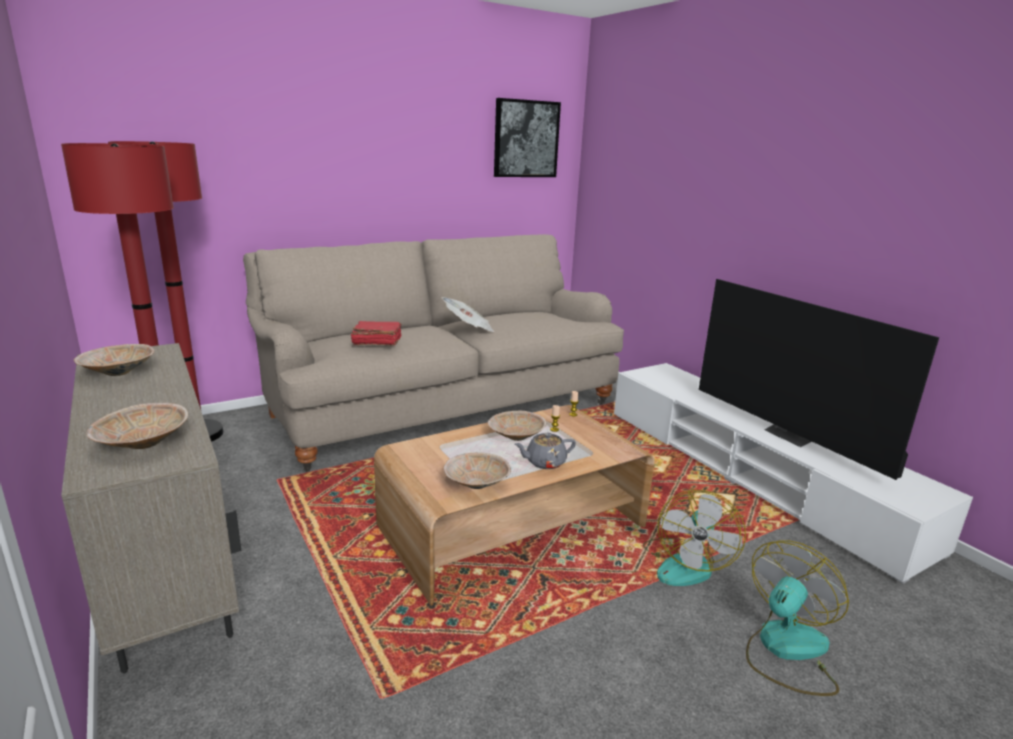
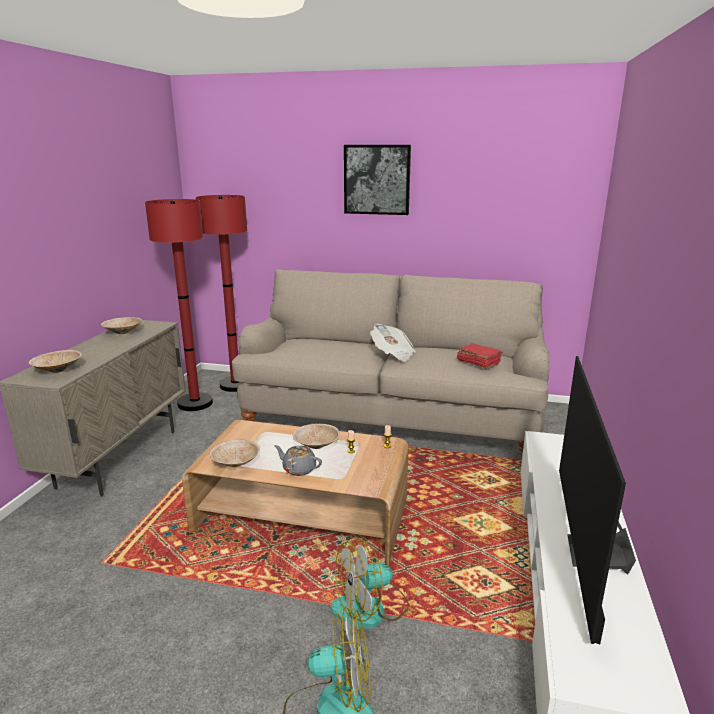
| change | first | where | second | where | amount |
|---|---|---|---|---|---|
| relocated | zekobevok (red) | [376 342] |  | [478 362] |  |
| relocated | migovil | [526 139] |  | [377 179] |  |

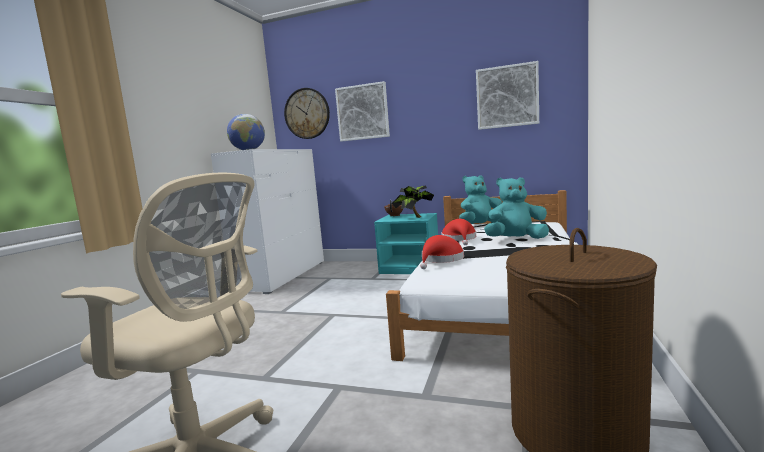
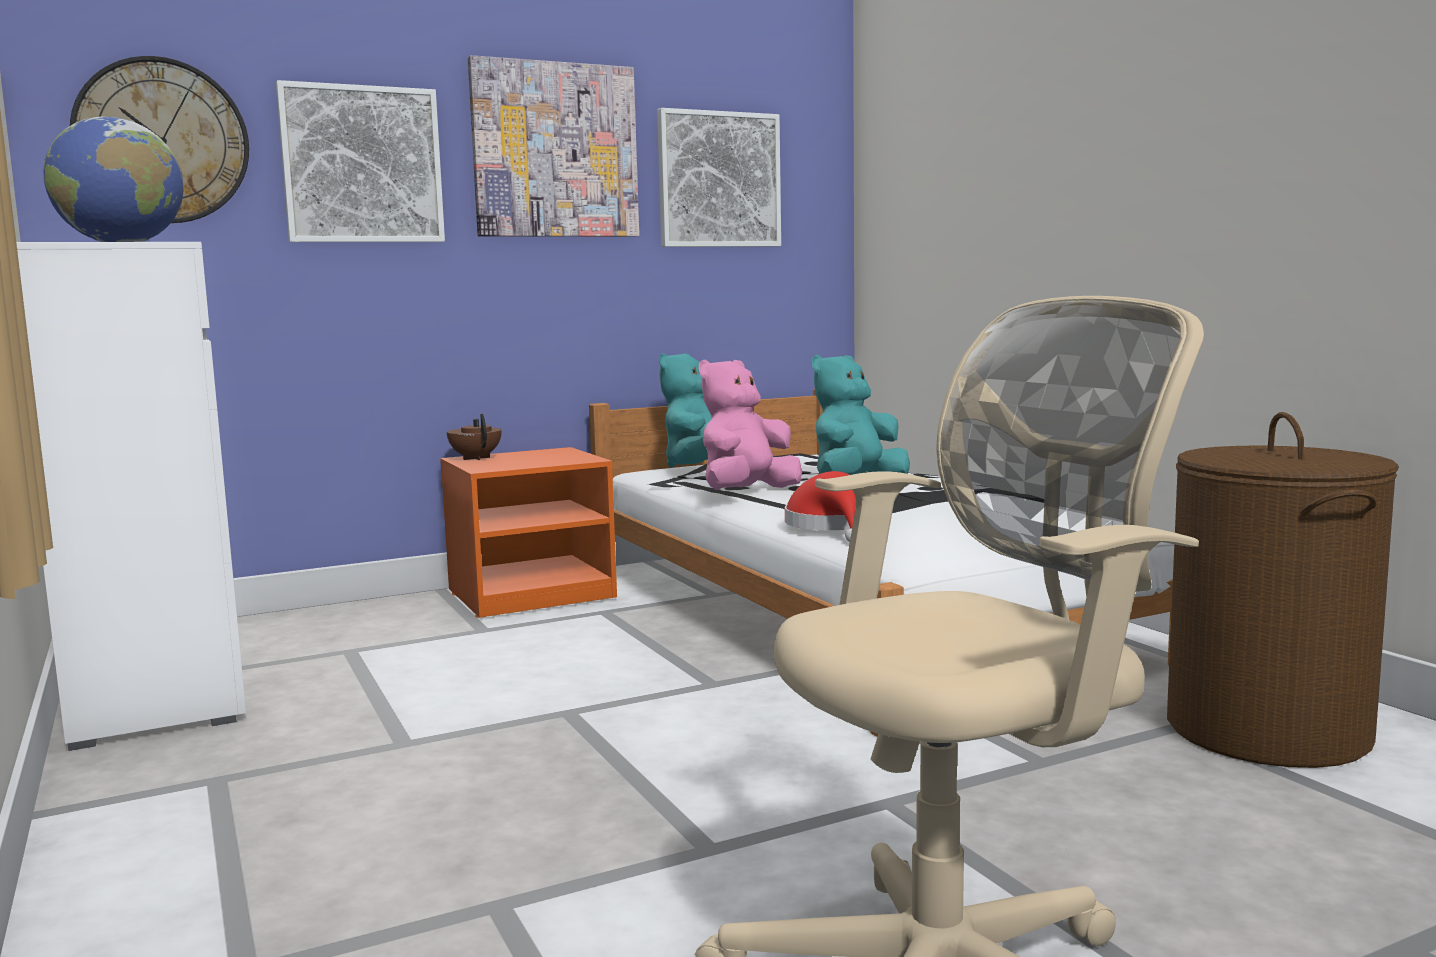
| change | first | where | second | where | amount |
|---|---|---|---|---|---|
| missing | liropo | [414 217] |  |  |  |
| appeared |  |  | migovil | [555 150] |  |
| exchanged | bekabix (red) | [459 239] | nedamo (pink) | [746 493] |  |
| colour | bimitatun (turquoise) | [411 268] | bimitatun (orange) | [532 594] |  |

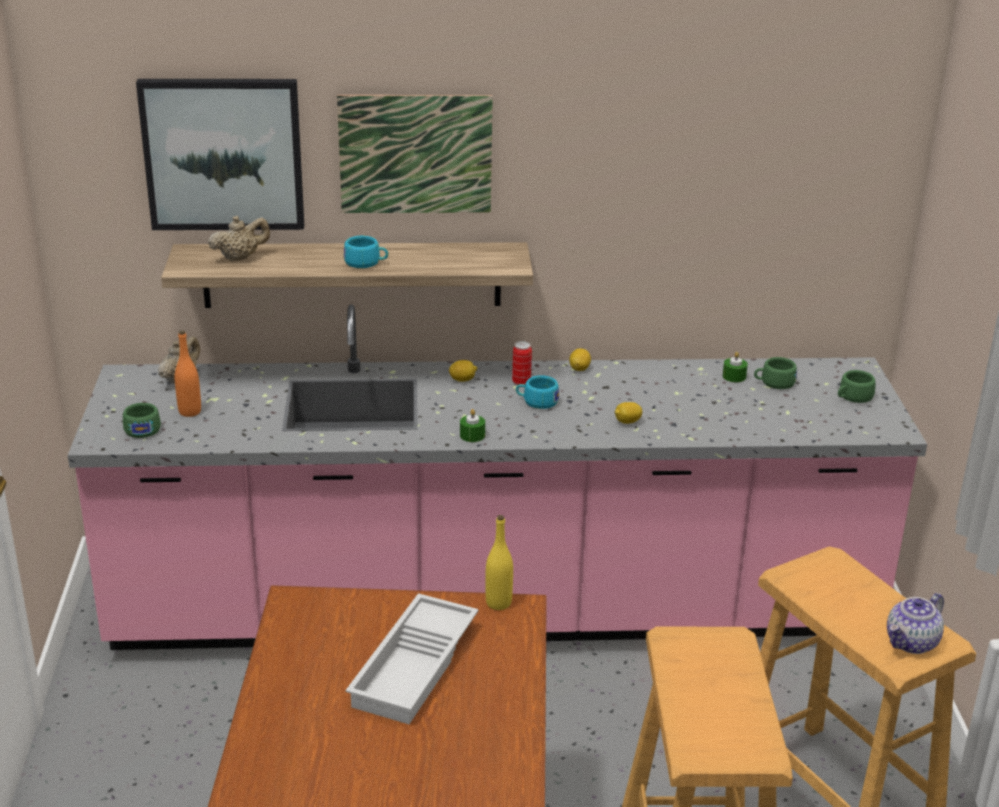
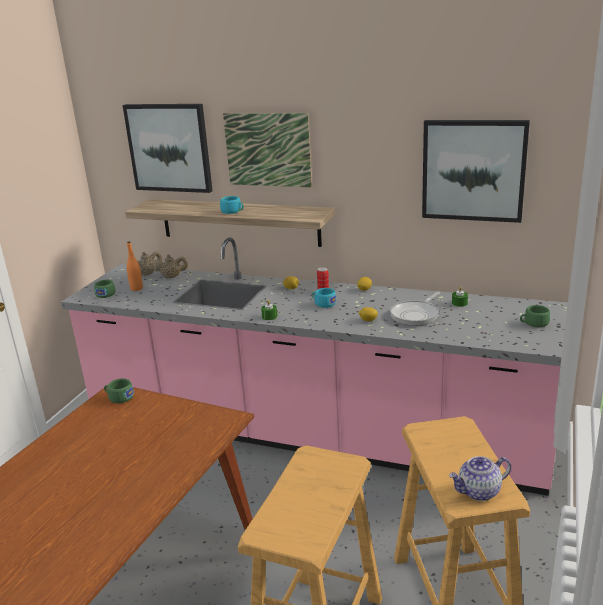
| change | first | where | second | where | amount |
|---|---|---|---|---|---|
| missing | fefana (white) | [416 667] |  |  |  |
| missing | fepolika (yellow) | [498 603] |  |  |  |
| appeared |  |  | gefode | [416 315] |  |
| appeared |  |  | migovil | [473 170] |  |
| relocated | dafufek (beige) | [240 258] |  | [172 277] |  |
| relocated | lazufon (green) | [774 383] |  | [119 397] |  |

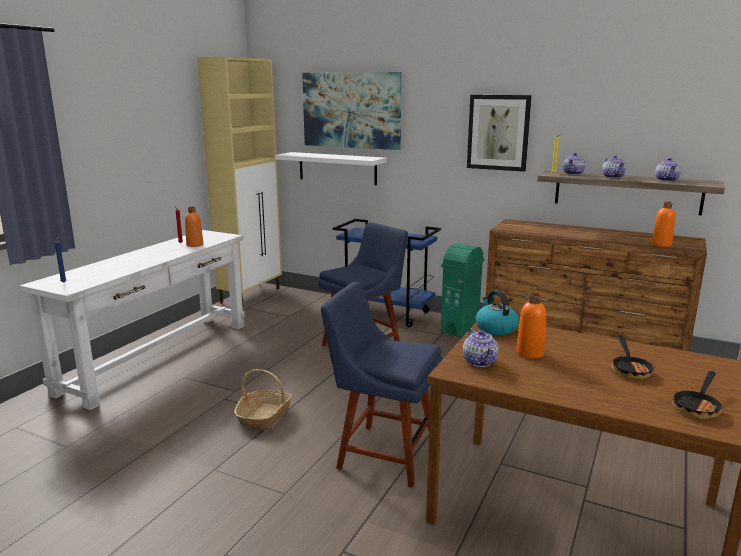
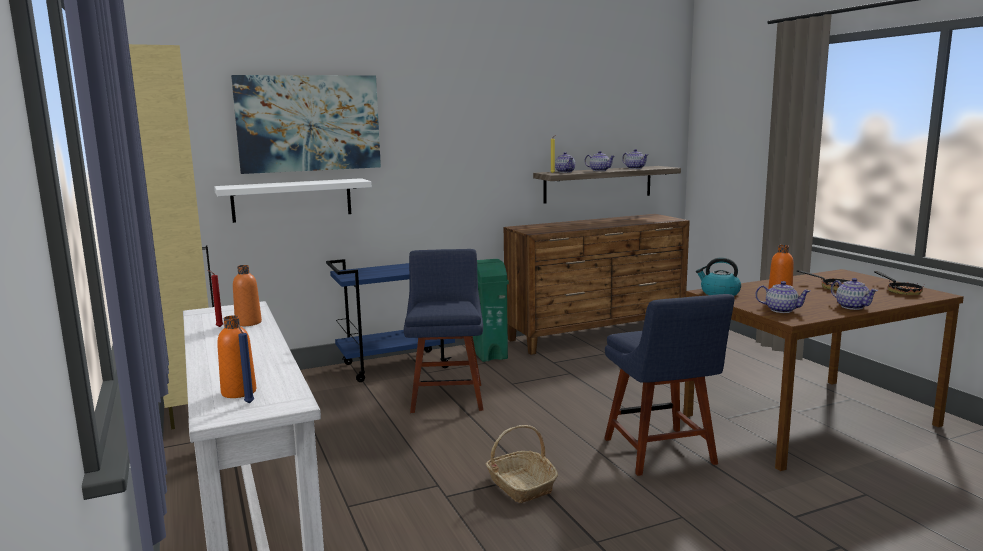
| change | first | where | second | where | amount |
|---|---|---|---|---|---|
| missing | migovil | [498 132] |  |  |  |
| appeared |  |  | dafufek | [851 306] |  |
| relocated | fepolika (orange) | [661 244] |  | [239 392] |  |
| spun | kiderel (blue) | [382 453] |  | [661 454] | 75 degrees counterclockwise |

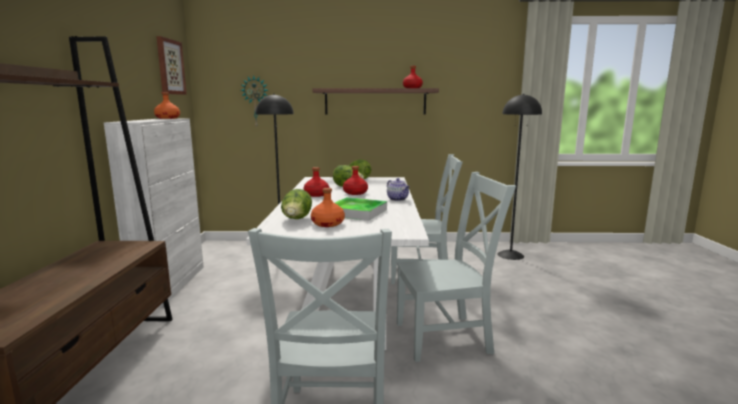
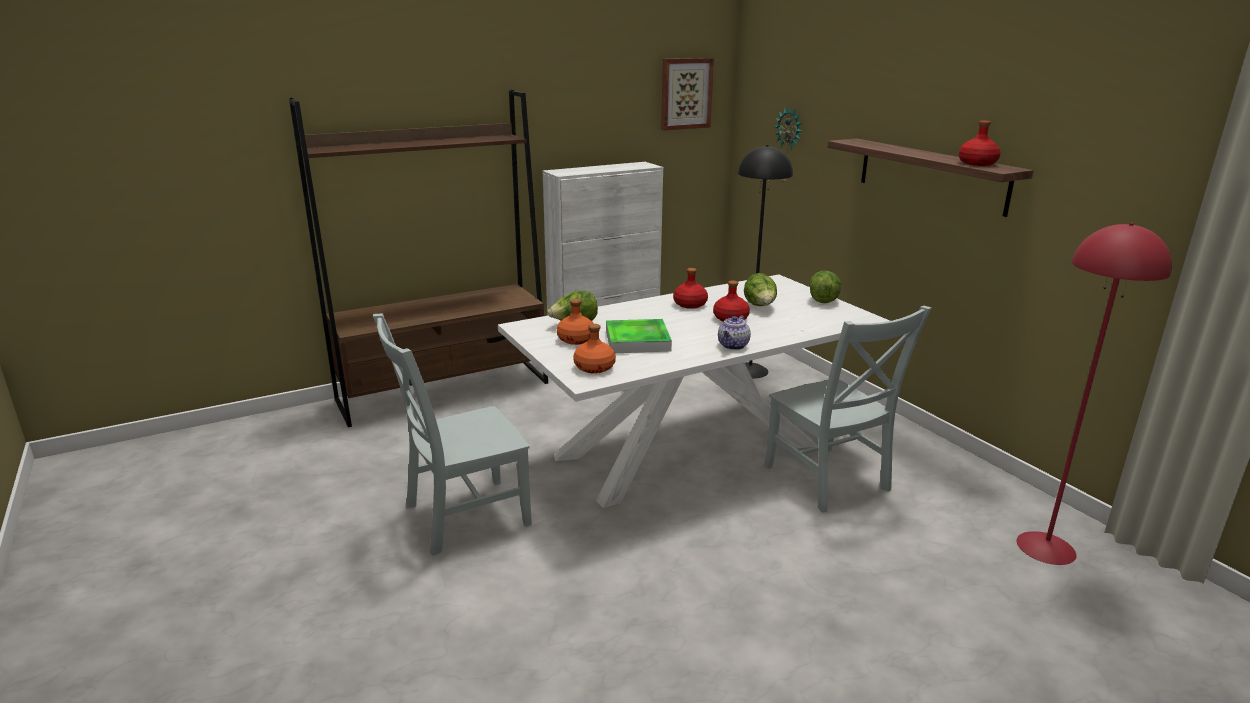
| change | first | where | second | where | amount |
|---|---|---|---|---|---|
| missing | kiderel (grey) | [447 337] |  |  |  |
| relocated | fepolika (orange) | [168 118] |  | [594 368] |  |
| colour | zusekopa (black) | [510 255] | zusekopa (red) | [1046 547] |  |

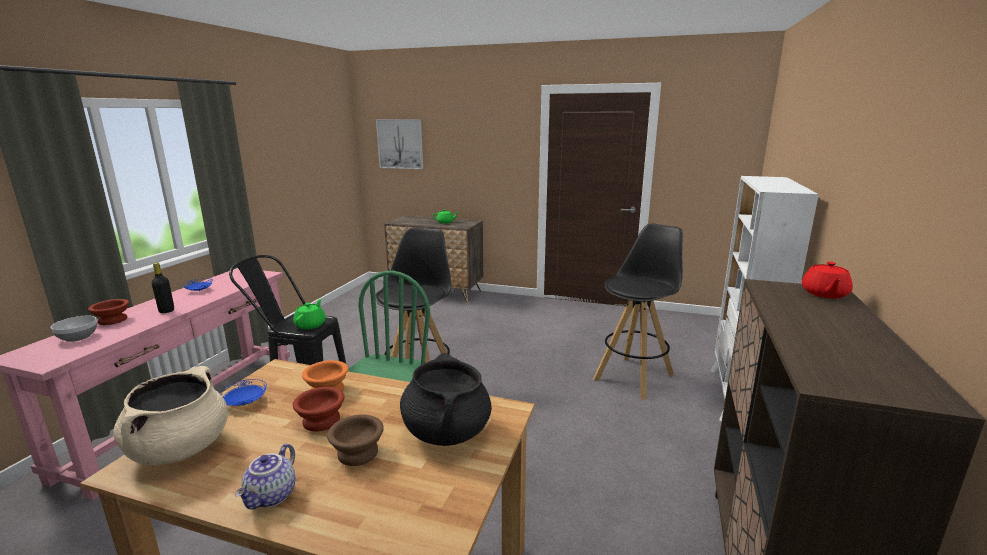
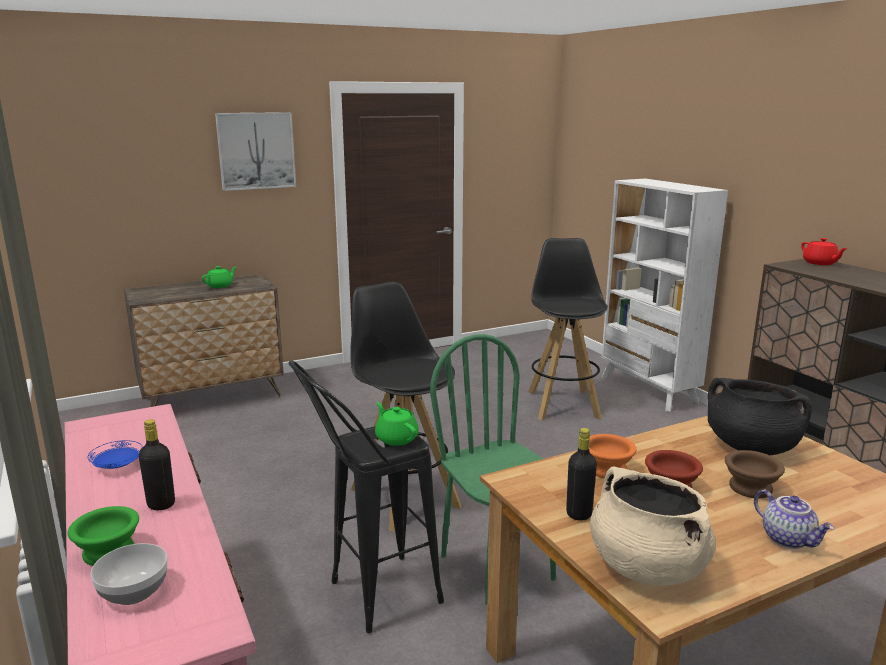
| change | first | where | second | where | amount |
|---|---|---|---|---|---|
| relocated | migovil | [400 144] |  | [256 151] |  |
| exchanged | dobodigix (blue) | [245 403] | fepolika (black) | [579 514] |  |
| colour | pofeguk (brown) | [112 320] | pofeguk (green) | [106 552] |  |

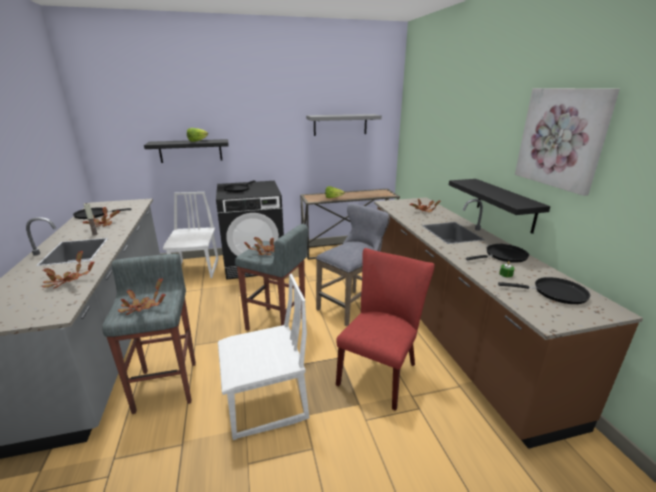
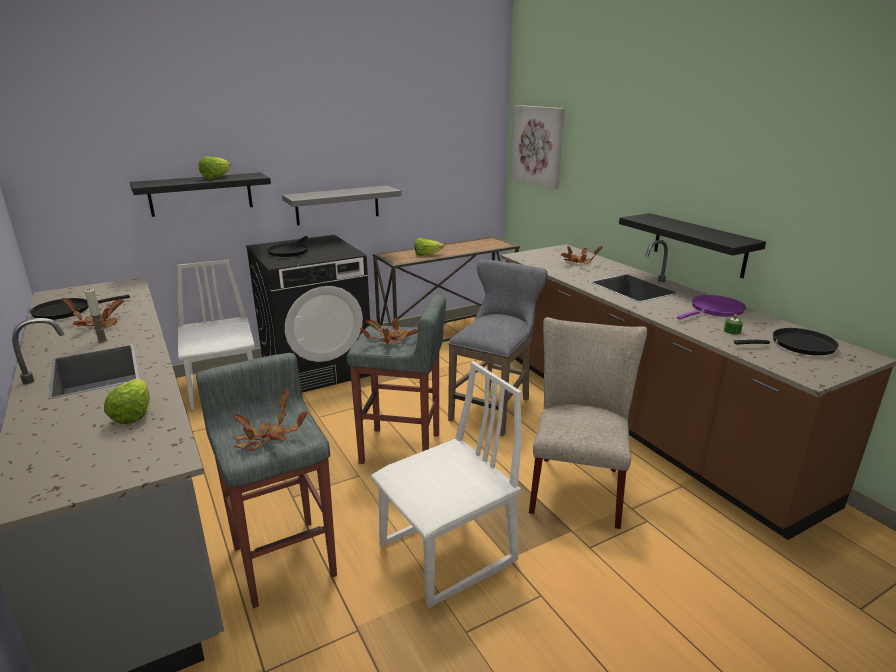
| change | first | where | second | where | amount |
|---|---|---|---|---|---|
| relocated | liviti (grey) | [340 124] |  | [337 205] |  |
| relocated | migovil | [561 138] |  | [538 146] |  |
| exchanged | liropo | [67 281] | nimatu | [133 414] |  |
| colour | kiderel (red) | [380 371] | kiderel (beige) | [577 485] |  |
| colour | gefode (black) | [503 256] | gefode (purple) | [714 310] |  |

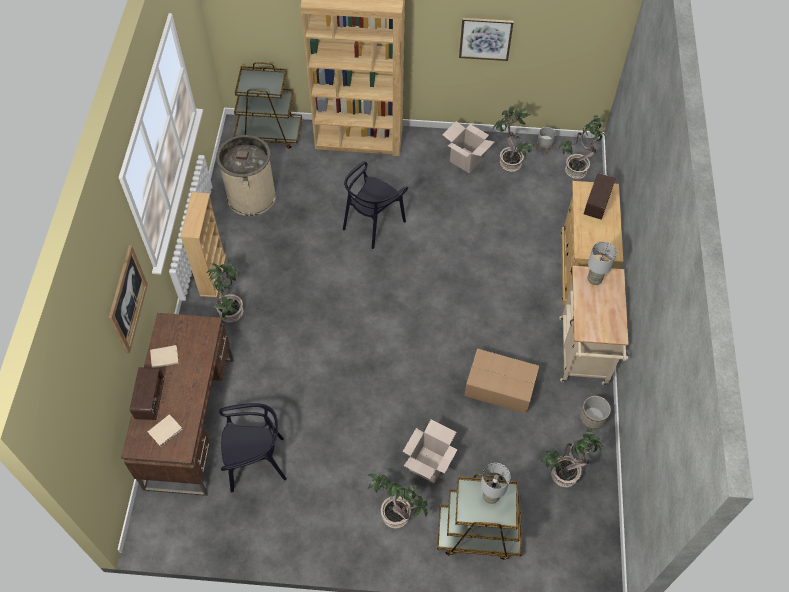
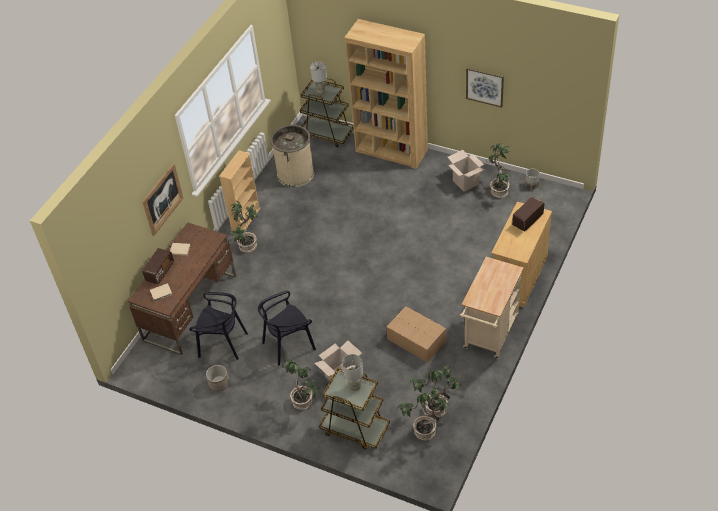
| change | first | where | second | where | amount |
|---|---|---|---|---|---|
| relocated | kiderel (black) | [373 223] |  | [288 344] |  |
| relocated | liropo | [576 169] |  | [425 430] |  |
| relocated | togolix | [592 418] |  | [219 383] |  |
| relocated | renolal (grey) | [594 279] |  | [320 91] |  |

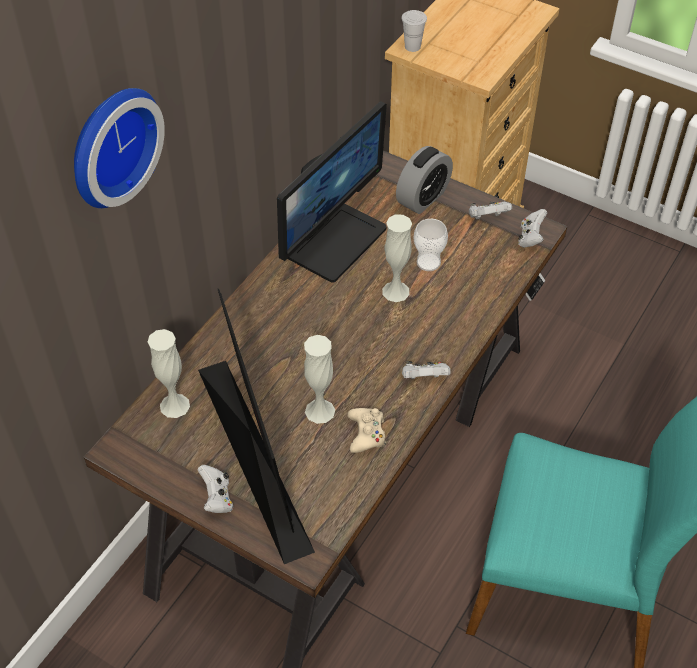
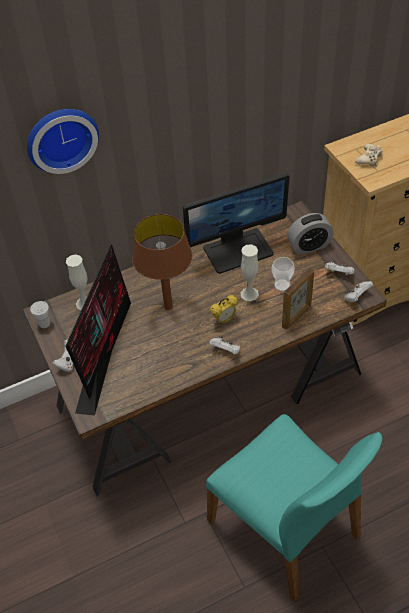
| change | first | where | second | where | amount |
|---|---|---|---|---|---|
| missing | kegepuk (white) | [320 411] |  |  |  |
| appeared |  |  | renolal (brown) | [168 306] |  |
| appeared |  |  | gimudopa | [224 319] |  |
| appeared |  |  | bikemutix | [297 316] |  |
| relocated | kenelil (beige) | [366 434] |  | [369 159] |  |
| relocated | lazufon (white) | [412 47] |  | [44 323] |  |

